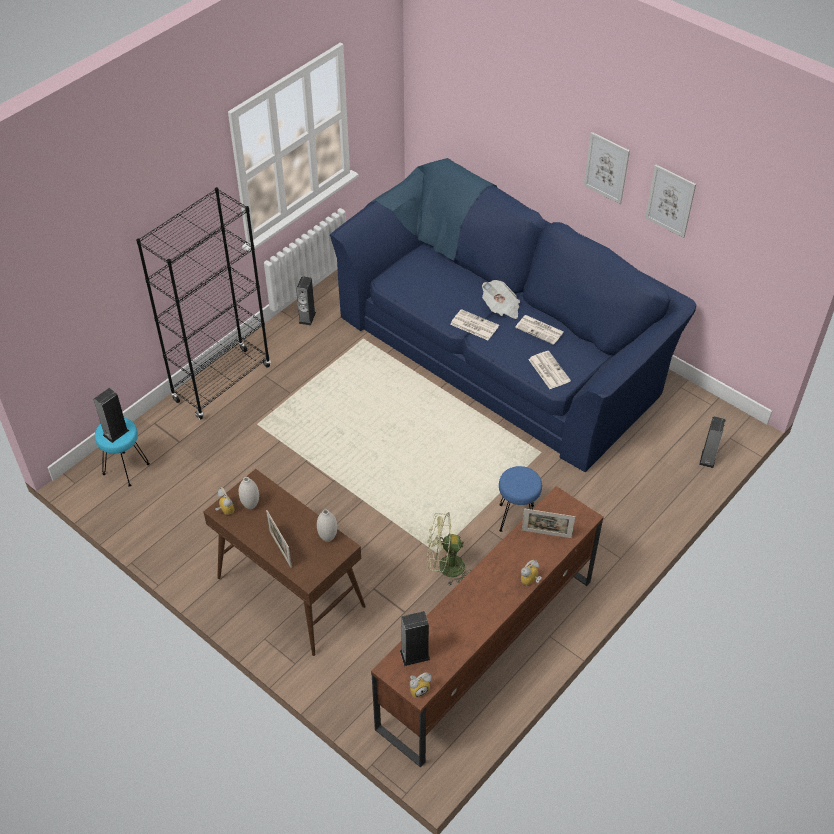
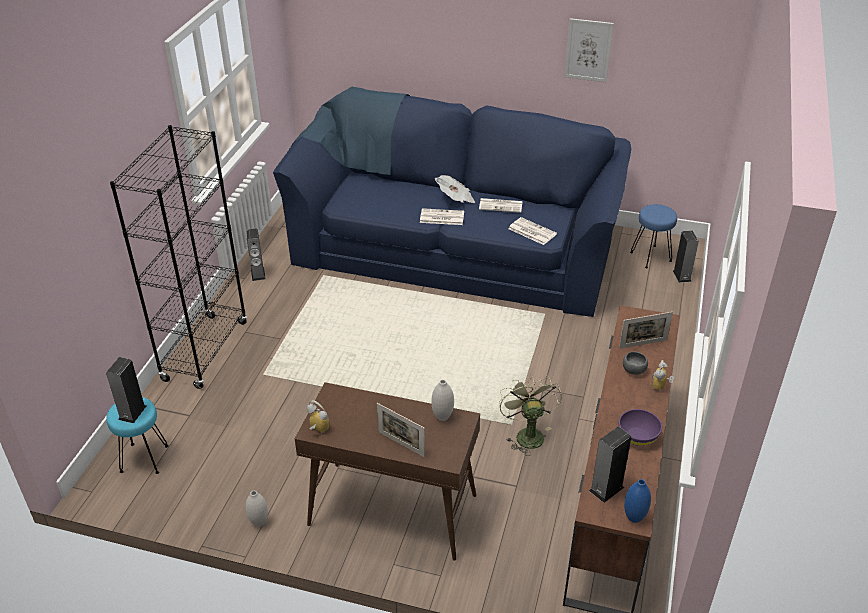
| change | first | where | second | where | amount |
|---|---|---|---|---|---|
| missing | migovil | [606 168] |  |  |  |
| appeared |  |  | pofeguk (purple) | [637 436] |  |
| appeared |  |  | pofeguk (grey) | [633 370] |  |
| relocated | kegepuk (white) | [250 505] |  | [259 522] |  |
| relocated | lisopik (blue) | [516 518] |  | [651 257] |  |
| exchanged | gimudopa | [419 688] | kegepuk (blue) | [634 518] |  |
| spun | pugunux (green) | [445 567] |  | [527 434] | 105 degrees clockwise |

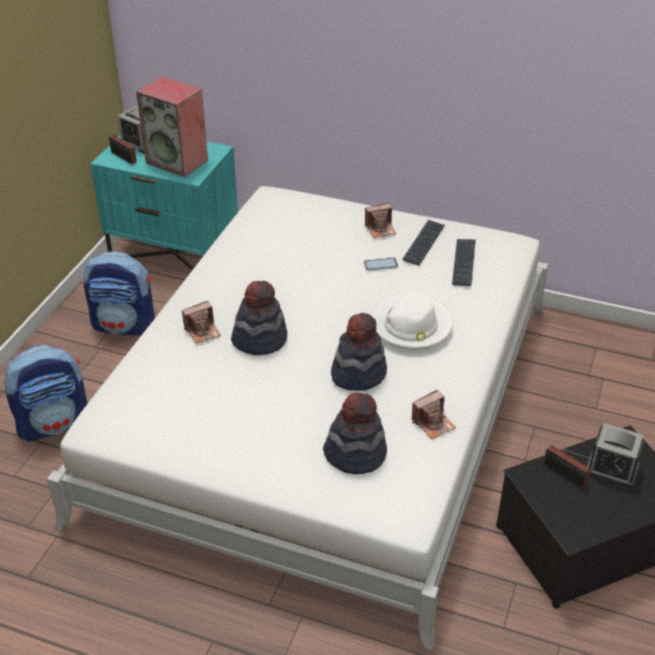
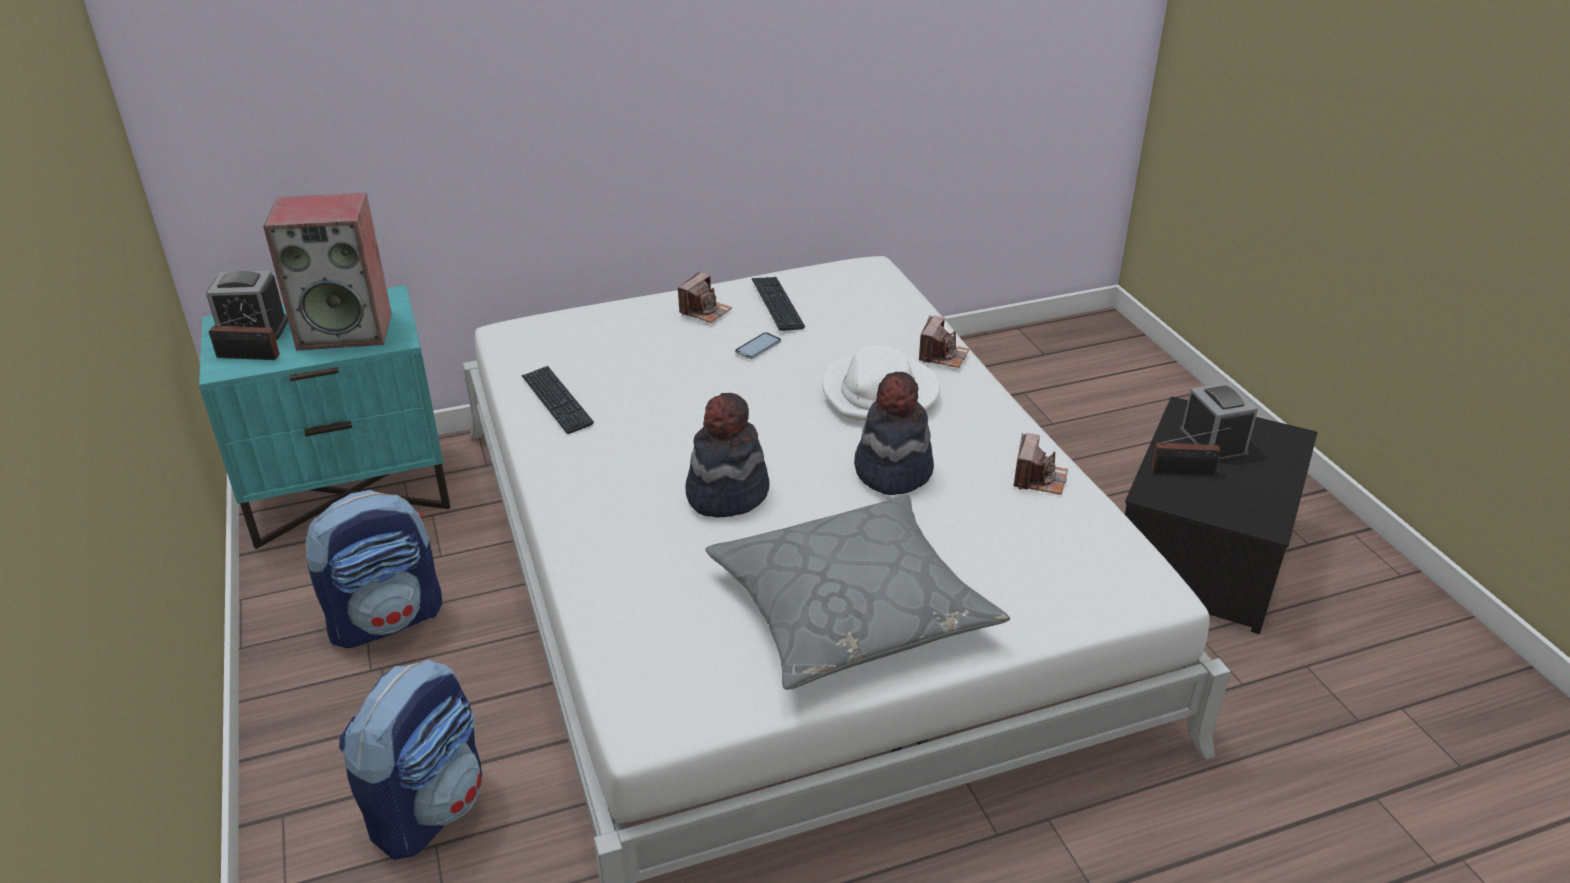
| change | first | where | second | where | amount |
|---|---|---|---|---|---|
| missing | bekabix | [355 454] |  |  |  |
| appeared |  |  | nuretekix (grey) | [850 608] |  |
| relocated | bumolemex | [202 331] |  | [942 355] |  |
| relocated | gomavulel | [464 263] |  | [556 401] |  |
| spun | gimudopa | [612 469] |  | [1212 444] | 90 degrees counterclockwise |

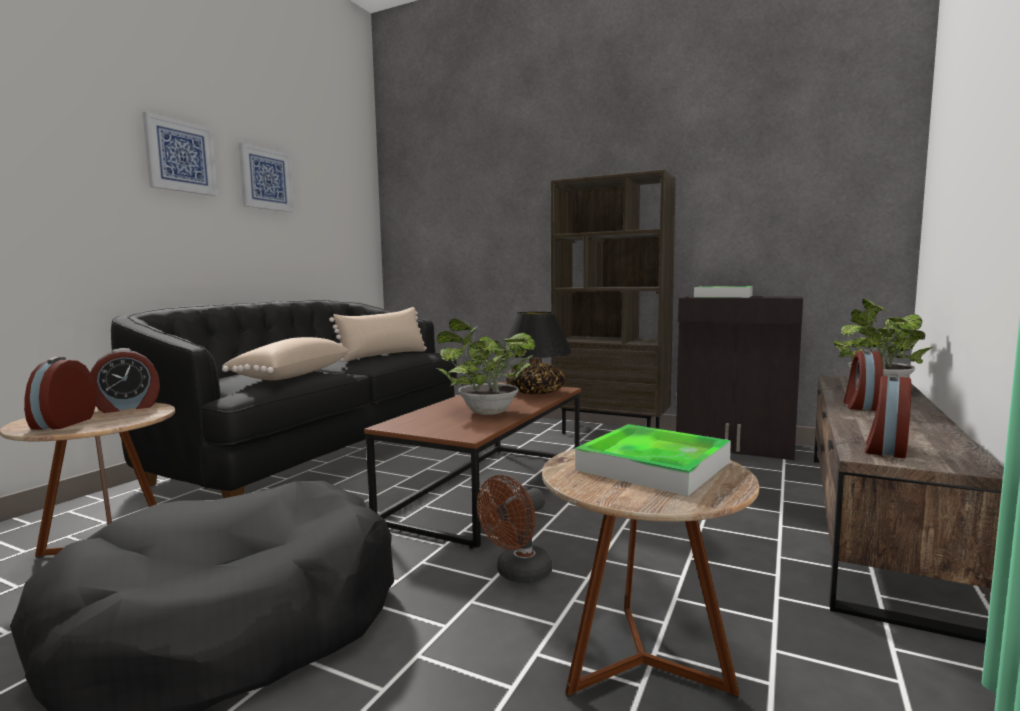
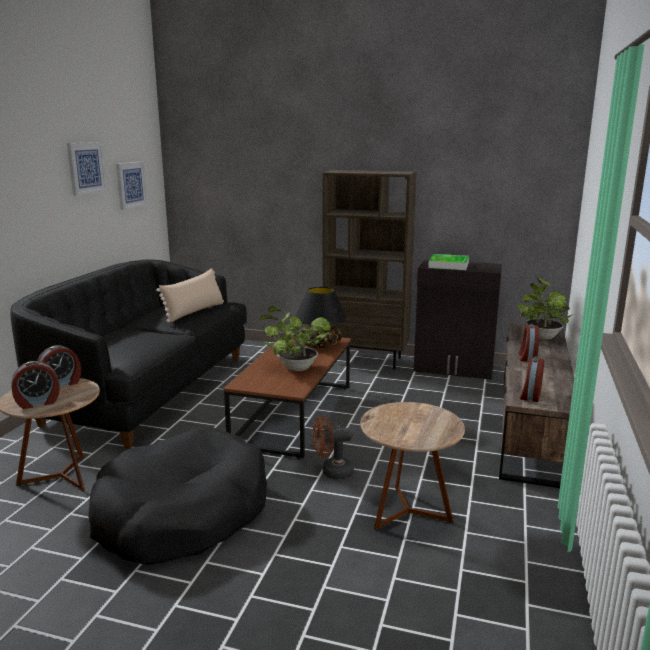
| change | first | where | second | where | amount |
|---|---|---|---|---|---|
| missing | nuretekix (beige) | [291 375] |  |  |  |
| missing | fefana | [653 466] |  |  |  |
| relocated | migovil | [180 156] |  | [131 185] |  |
| spun | gimudopa | [62 423] |  | [38 402] | 105 degrees counterclockwise |
| spun | pugunux (brown) | [518 574] |  | [332 472] | 45 degrees clockwise |

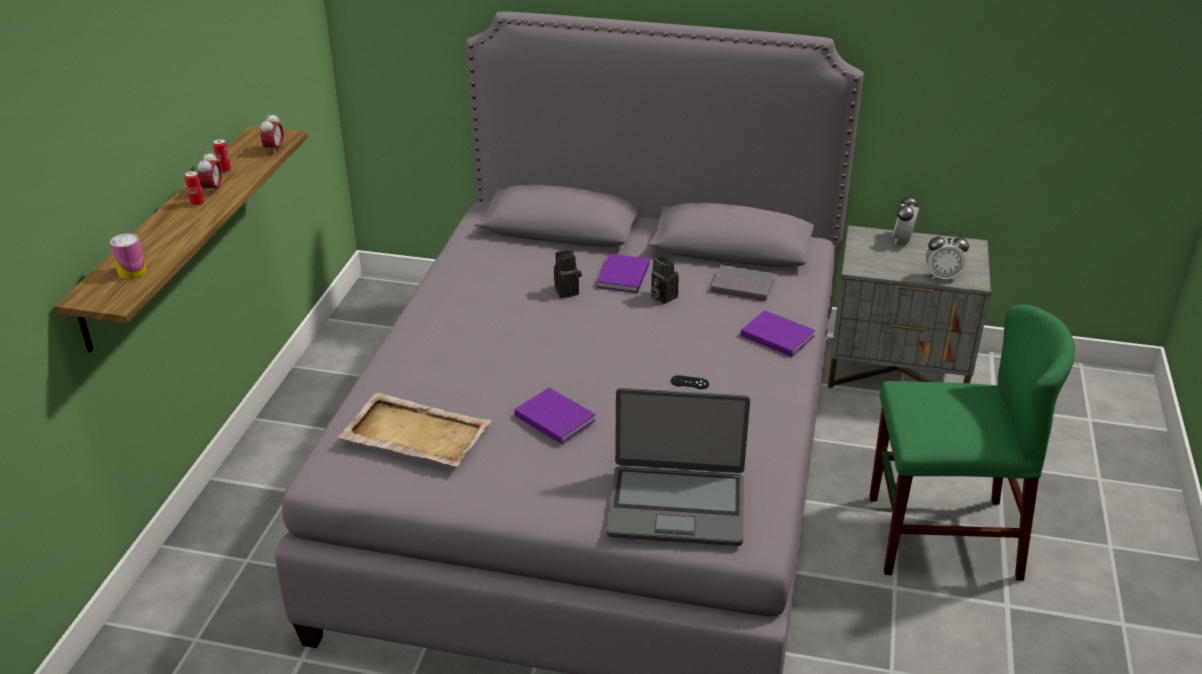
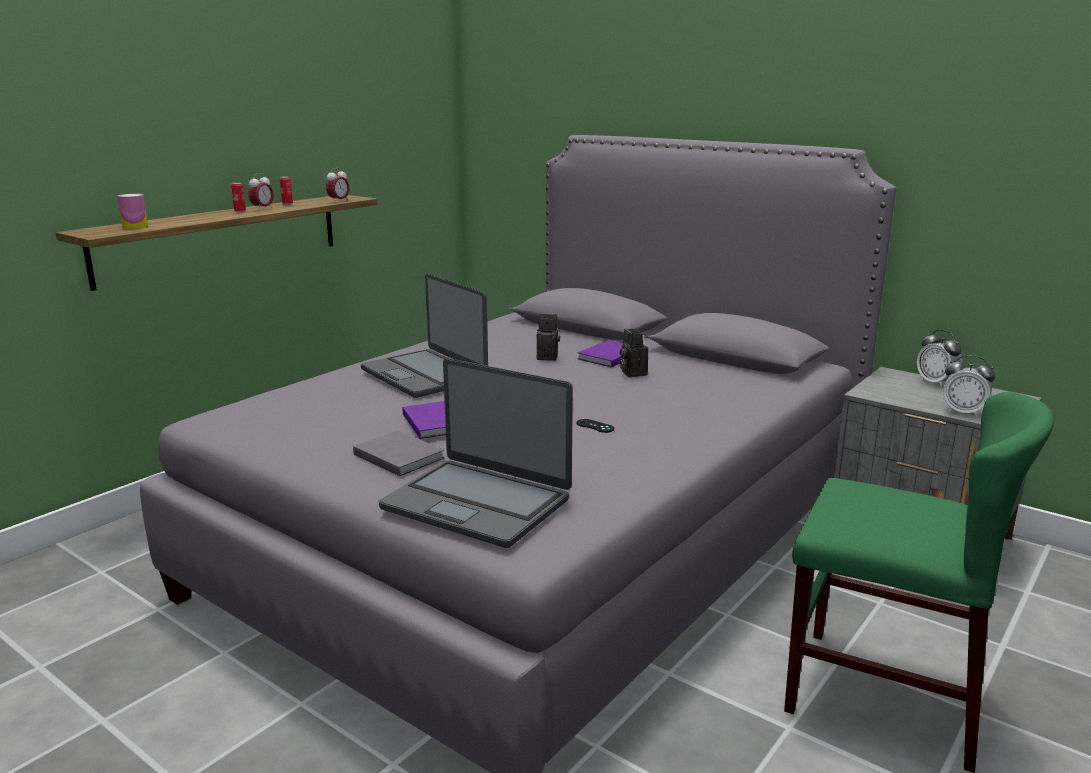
| change | first | where | second | where | amount |
|---|---|---|---|---|---|
| missing | fefana (beige) | [414 433] |  |  |  |
| missing | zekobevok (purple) | [776 335] |  |  |  |
| appeared |  |  | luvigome | [425 374] |  |
| relocated | zekobevok (grey) | [741 285] |  | [398 455] |  |
| spun | gimudopa | [903 240] |  | [936 383] | 75 degrees counterclockwise |

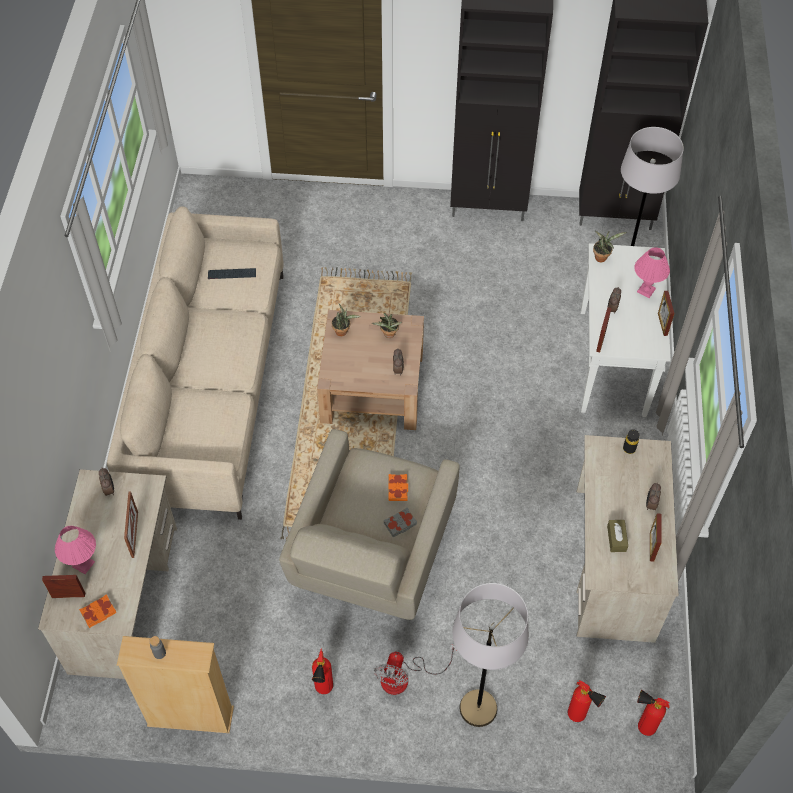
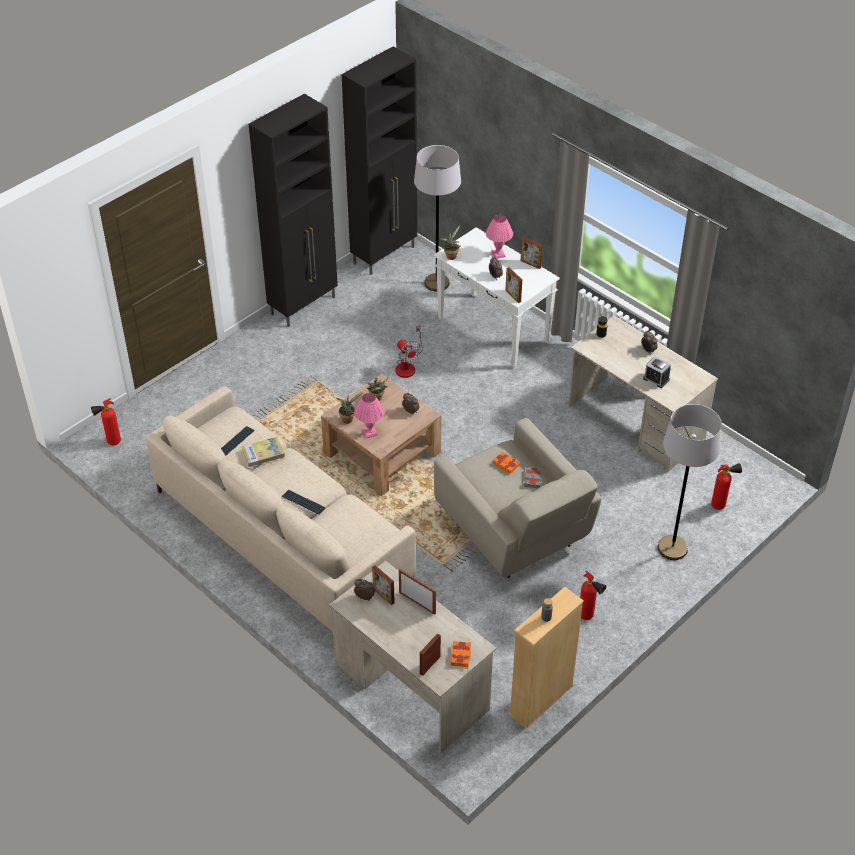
| change | first | where | second | where | amount |
|---|---|---|---|---|---|
| appeared |  |  | zekobevok | [263 453] |  |
| appeared |  |  | gomavulel | [303 502] |  |
| relocated | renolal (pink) | [83 564] |  | [369 433] |  |
| relocated | pugunux | [404 677] |  | [407 365] |  |
| relocated | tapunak | [642 726] |  | [111 443] |  |
| relocated | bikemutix | [651 547] |  | [383 596] |  |
| exchanged | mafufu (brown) | [616 538] | gimudopa | [656 379] |  |

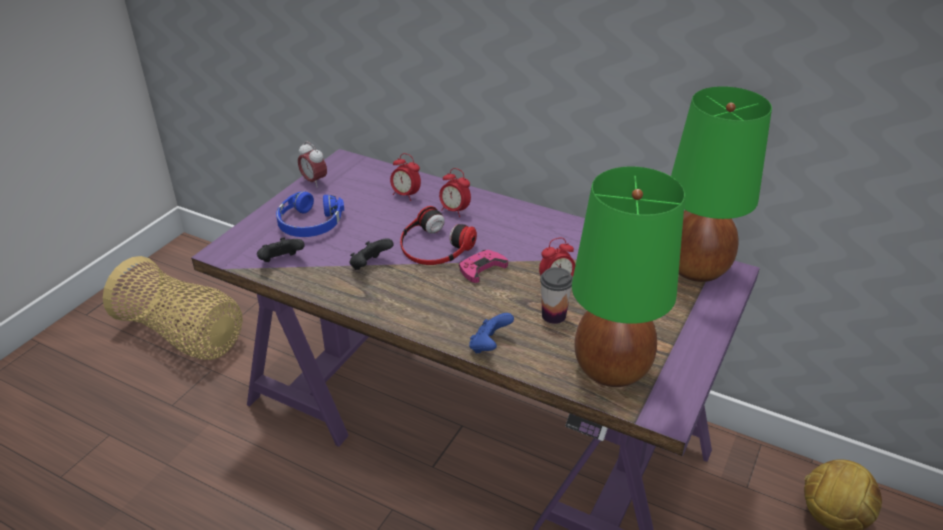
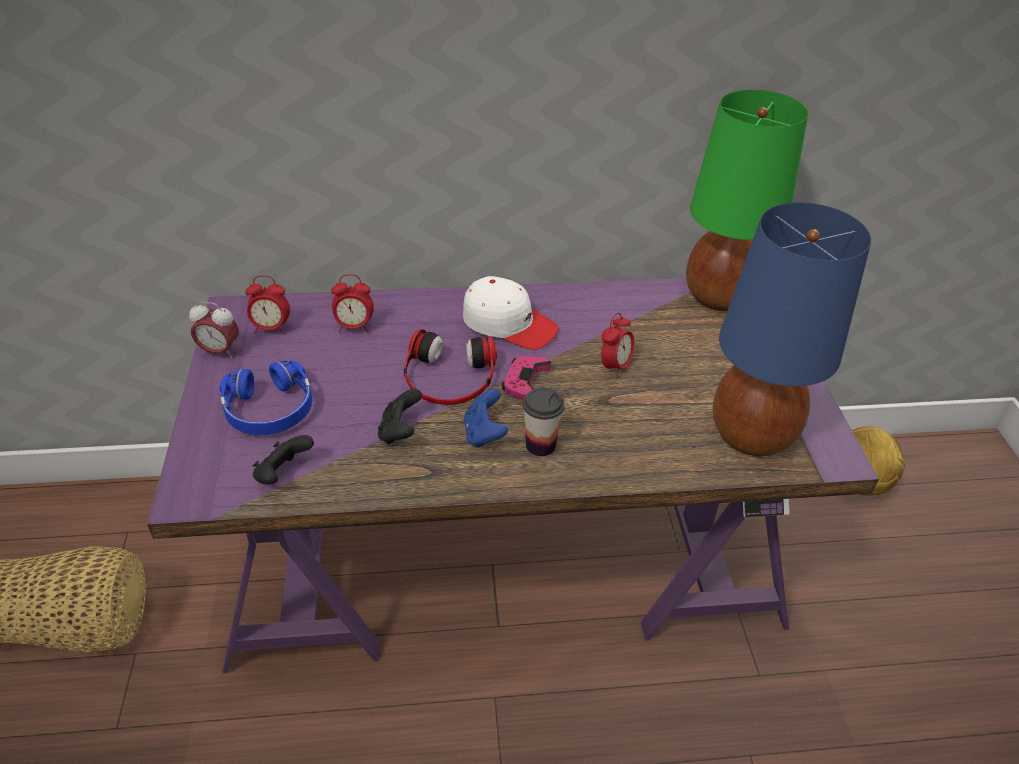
| change | first | where | second | where | amount |
|---|---|---|---|---|---|
| appeared |  |  | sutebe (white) | [509 324] |  |
| relocated | gimudopa | [454 211] |  | [271 328] |  |
| relocated | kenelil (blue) | [489 346] |  | [484 433] |  |
| relocated | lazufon | [553 315] |  | [540 445] |  |
| colour | renolal (green) | [611 369] | renolal (blue) | [752 436] |  |

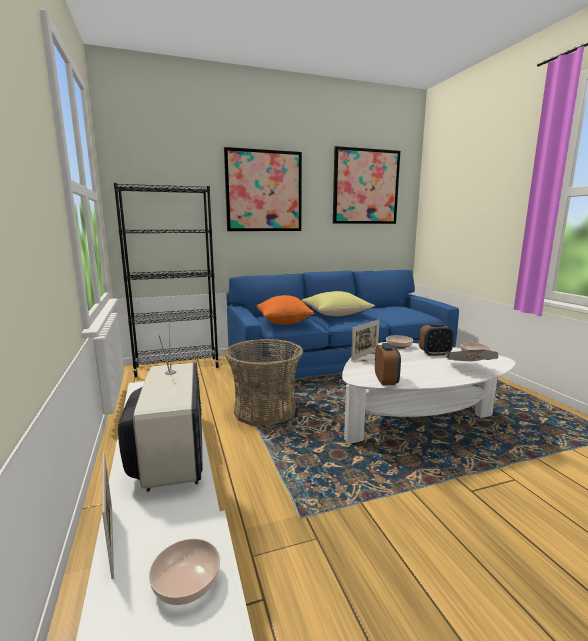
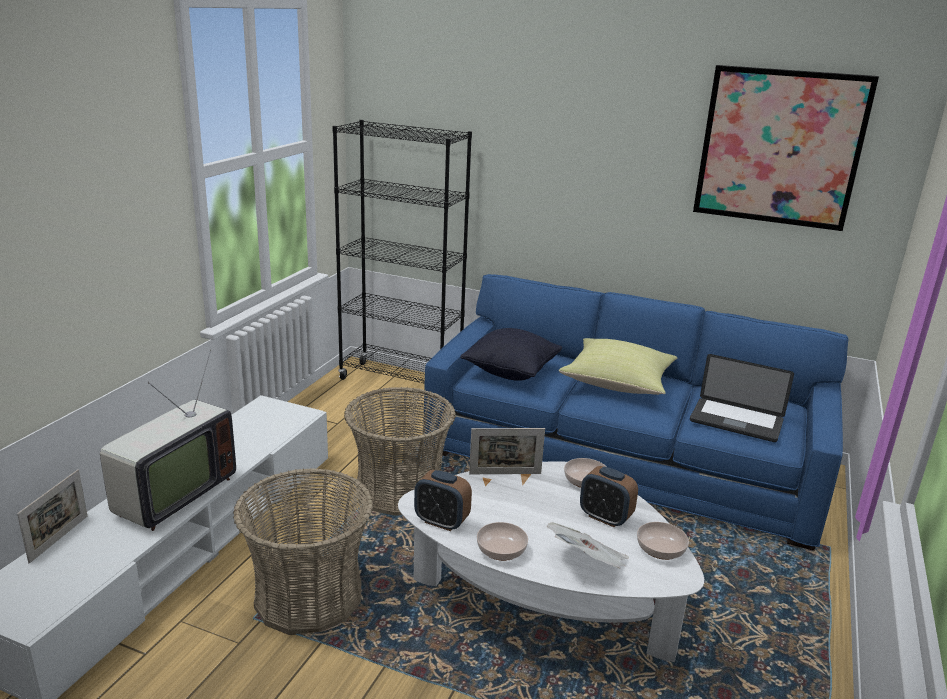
| change | first | where | second | where | amount |
|---|---|---|---|---|---|
| missing | migovil | [264 191] |  |  |  |
| appeared |  |  | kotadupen | [309 596] |  |
| appeared |  |  | luvigome | [736 421] |  |
| relocated | pofeguk | [185 583] |  | [500 550] |  |
| colour | nuretekix (orange) | [284 322] | nuretekix (black) | [511 372] |  |
| spun | gimudopa | [386 381] |  | [441 522] | 75 degrees clockwise |

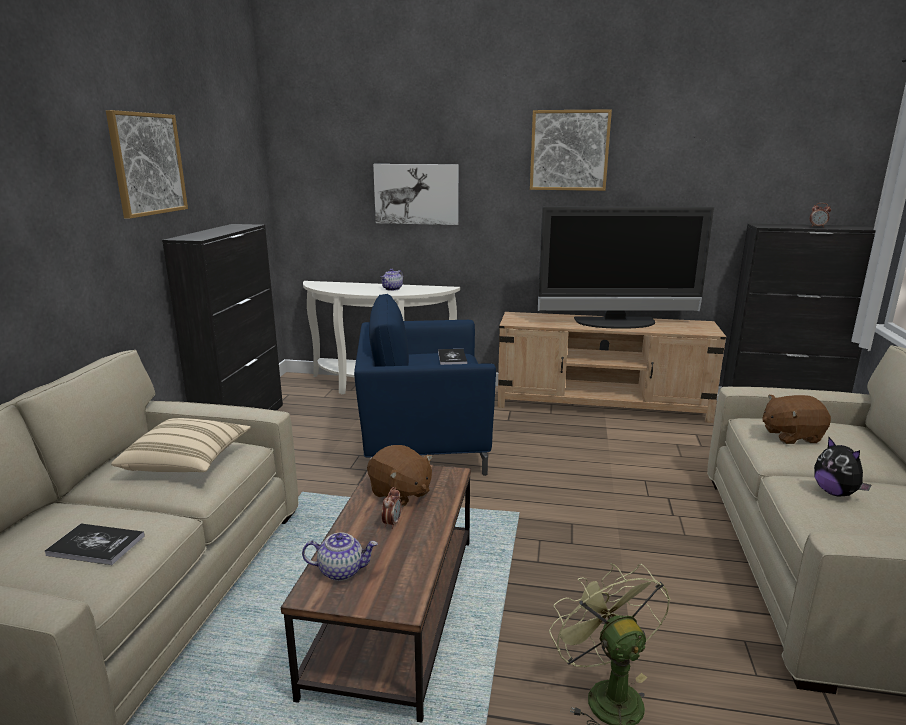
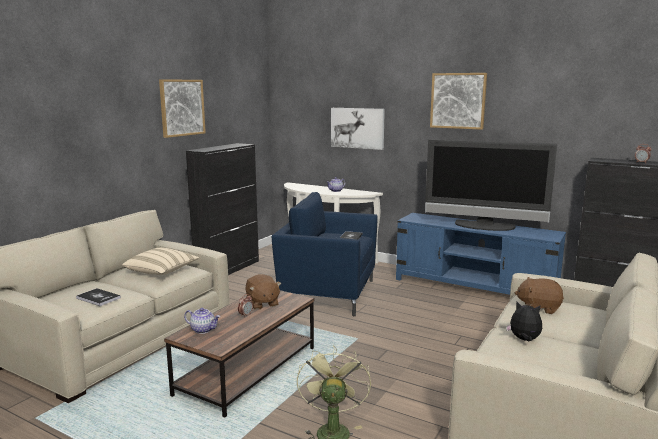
| change | first | where | second | where | amount |
|---|---|---|---|---|---|
| colour | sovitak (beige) | [602 404] | sovitak (blue) | [474 287] |  |
| spun | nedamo | [835 493] |  | [524 340] | 120 degrees clockwise |

